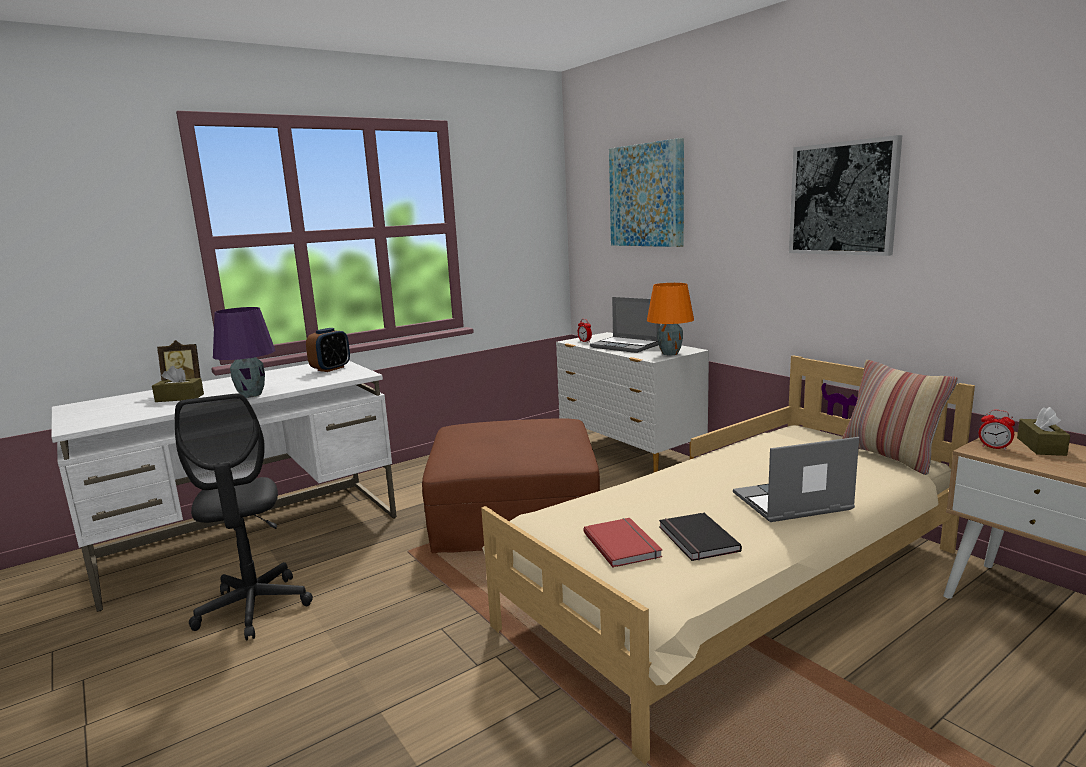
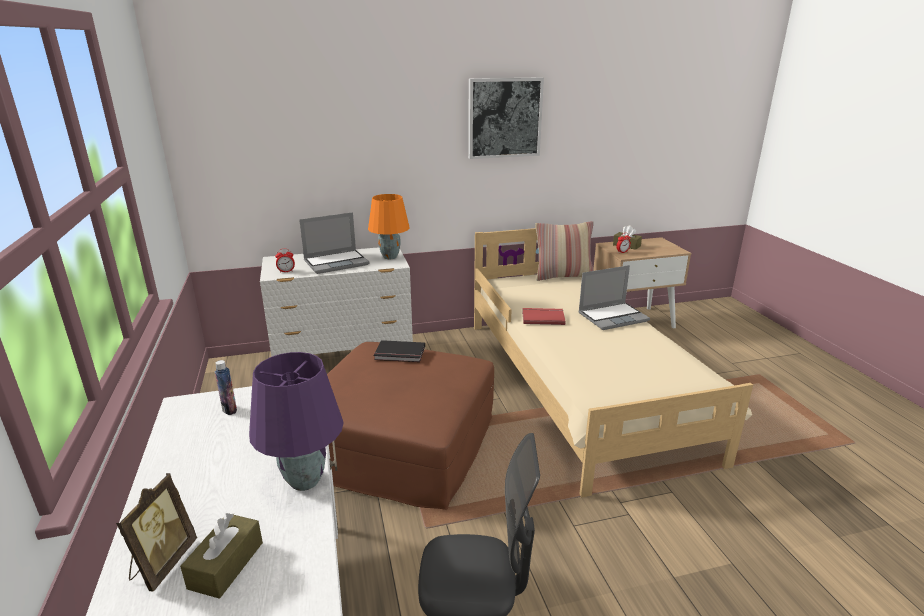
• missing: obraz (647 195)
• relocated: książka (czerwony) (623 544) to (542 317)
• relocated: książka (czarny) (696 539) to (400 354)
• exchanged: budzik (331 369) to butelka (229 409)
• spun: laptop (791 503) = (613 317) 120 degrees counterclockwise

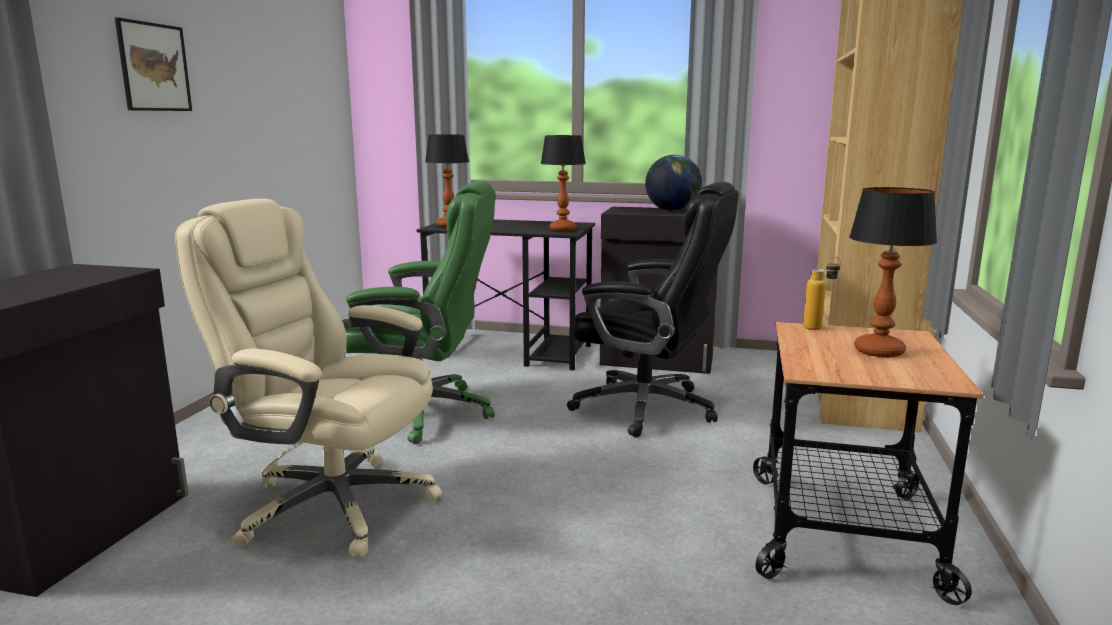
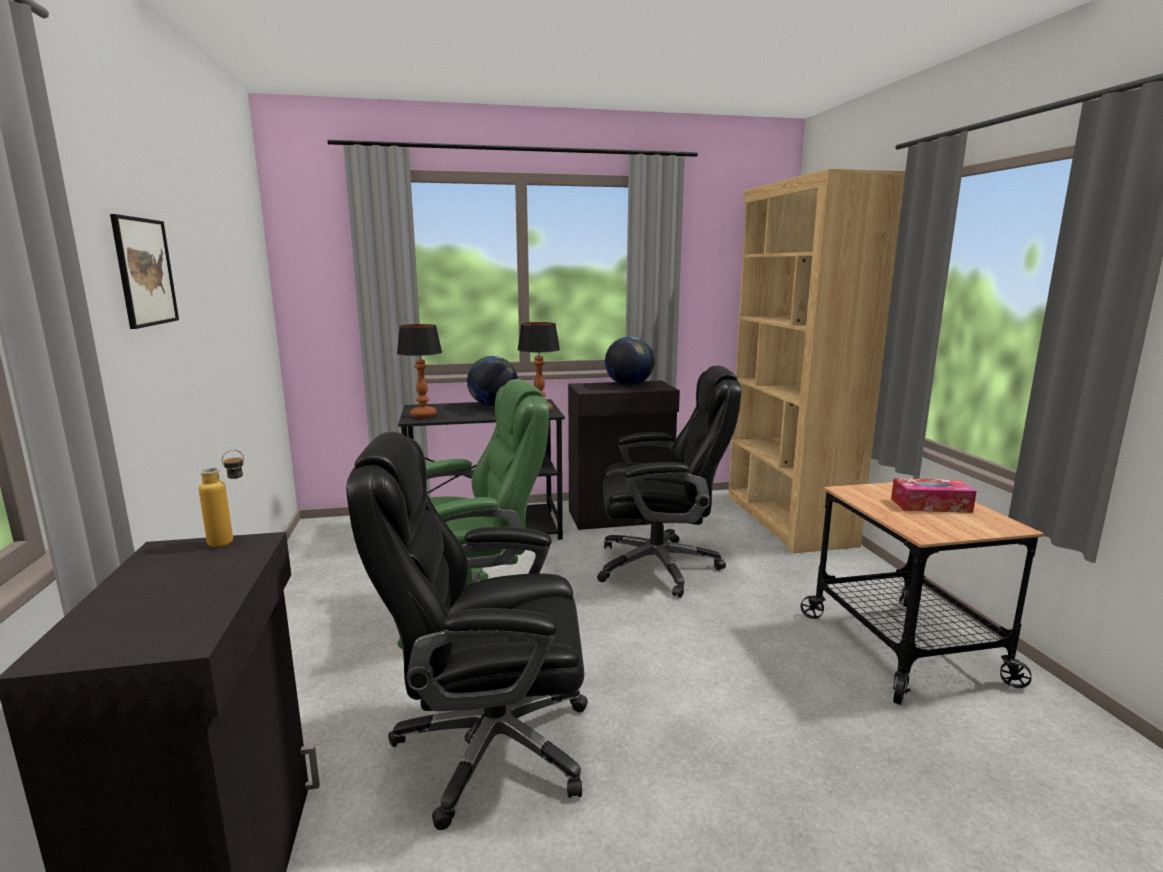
• appeared: globus (493 405)
• relocated: butelka (819 327) to (231 540)
• exchanged: lampa stołowa (878 351) to pudełko chusteczek (930 505)
• colour: krzesło biurowe (beżowy) (332 505) to krzesło biurowe (czarny) (488 746)

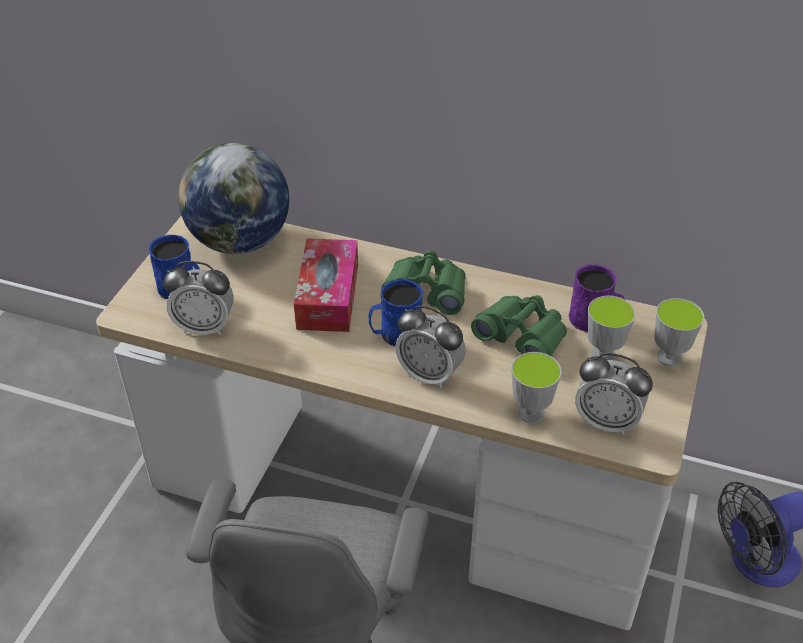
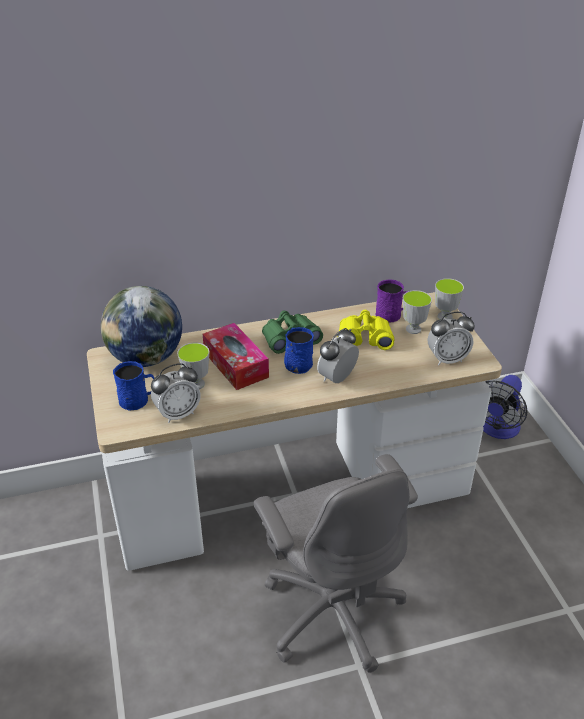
• relocated: filiżanka (530 413) to (196 384)
• colour: lornetka (zielony) (522 336) to lornetka (żółty) (364 338)
• spun: budzik (429 374) = (337 378) 135 degrees clockwise

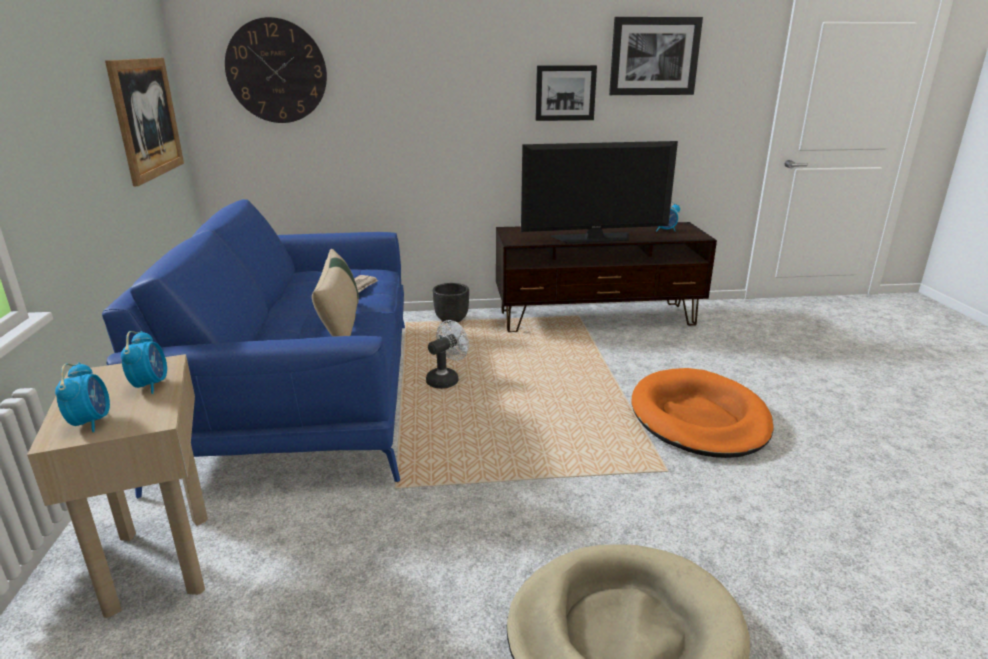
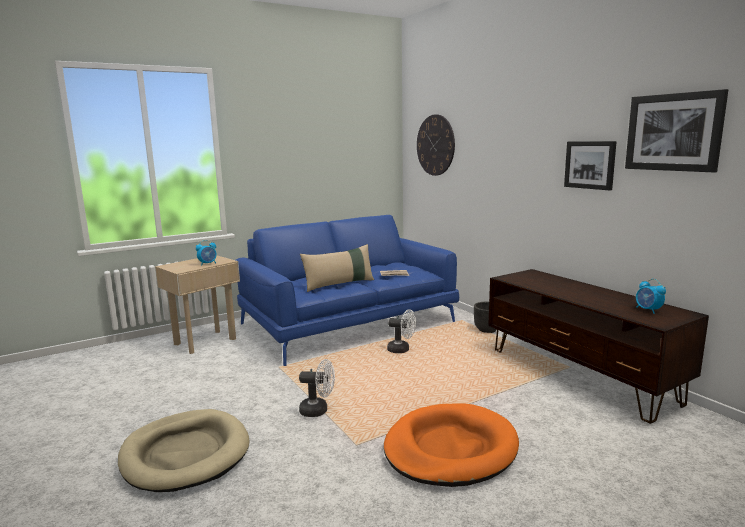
• missing: budzik (91 422)
• missing: obraz (147 118)
• missing: telewizor (594 238)
• appeared: wentylator (biały) (318 410)

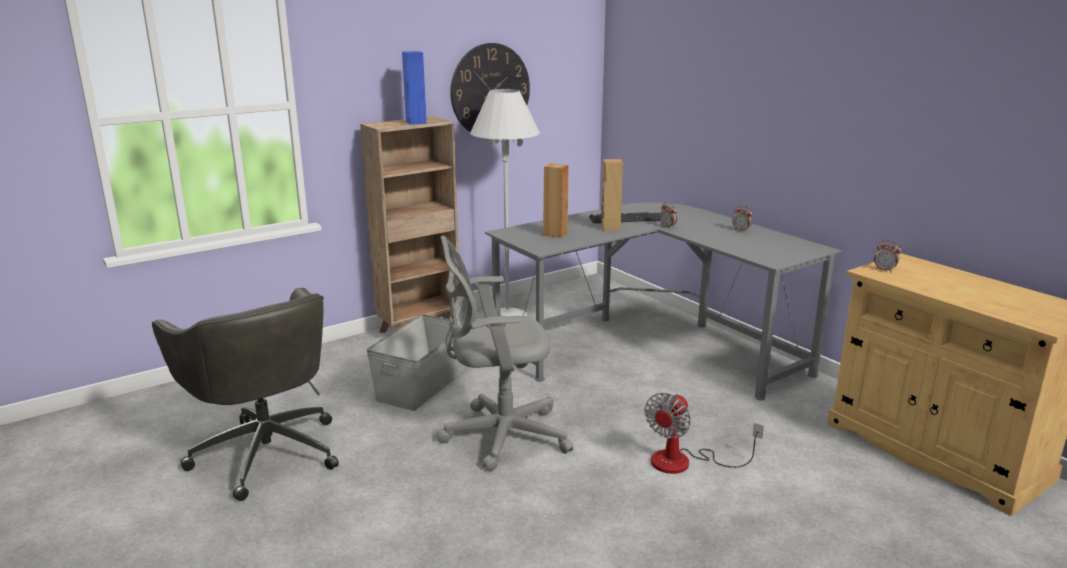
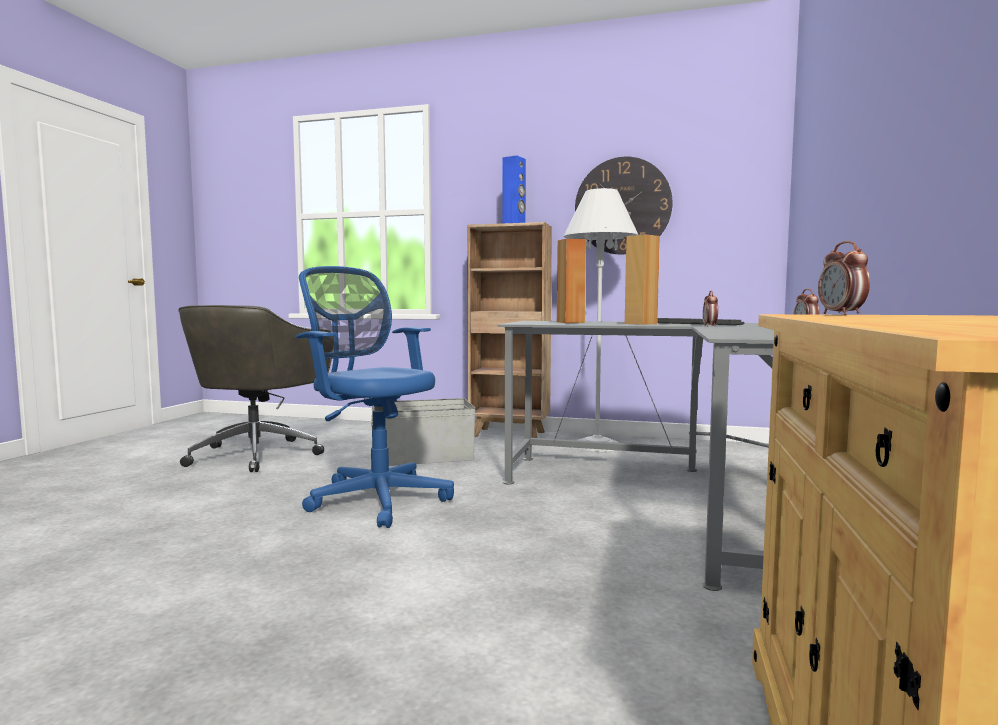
• missing: wentylator (684 462)
• colour: krzesło biurowe (szary) (499 436) to krzesło biurowe (niebieski) (375 498)

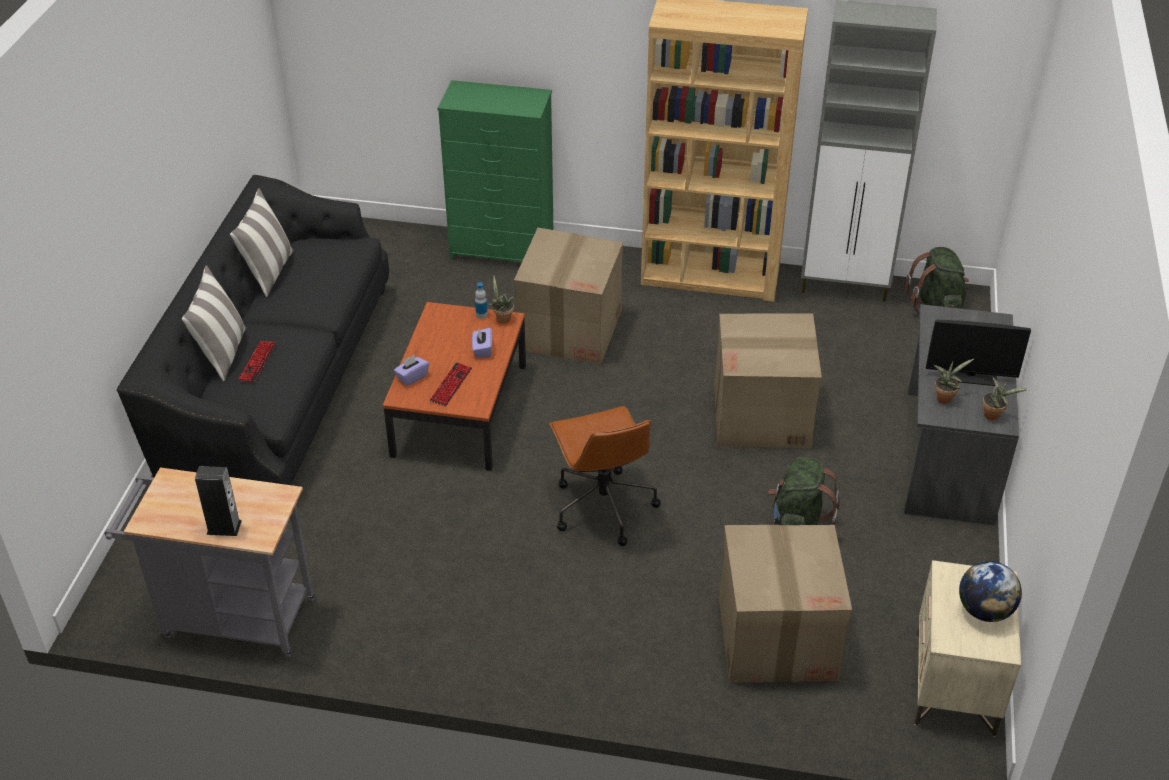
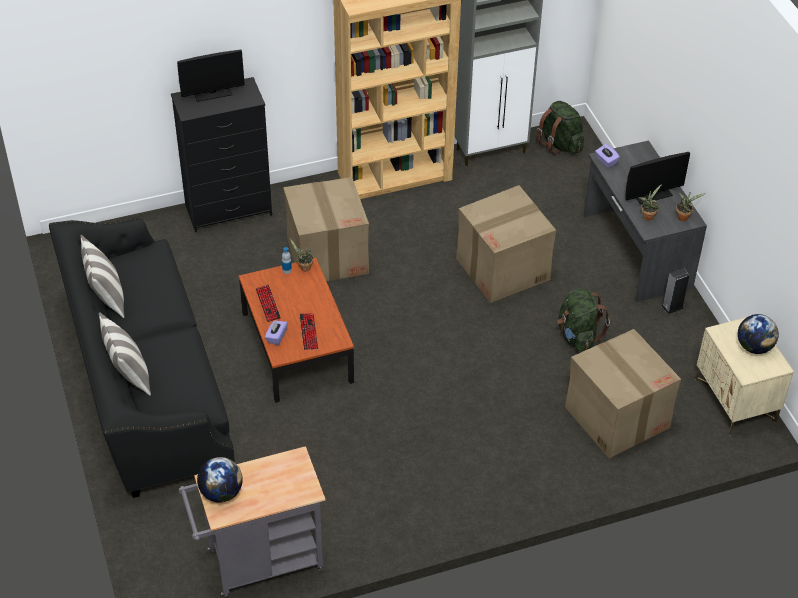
• missing: krzesło biurowe (brązowy) (602 506)
• appeared: monitor (212 93)
• appeared: globus (221 493)
• relocated: głośnik (224 527) to (672 307)
• relocated: klawiatura (257 363) to (268 304)
• relocated: pudełko chusteczek (fioletowy) (482 350) to (606 161)
• colour: komoda (zielony) (503 250) to komoda (czarny) (229 209)

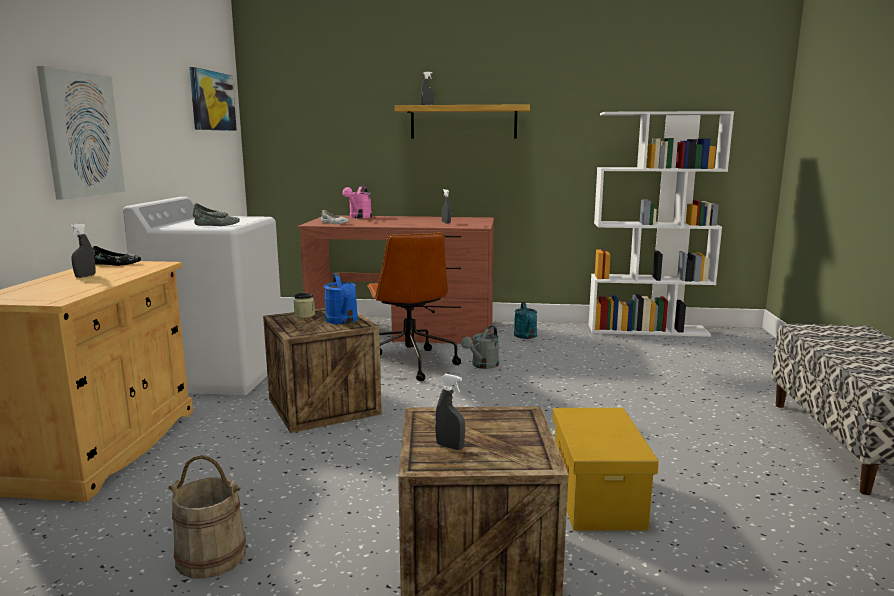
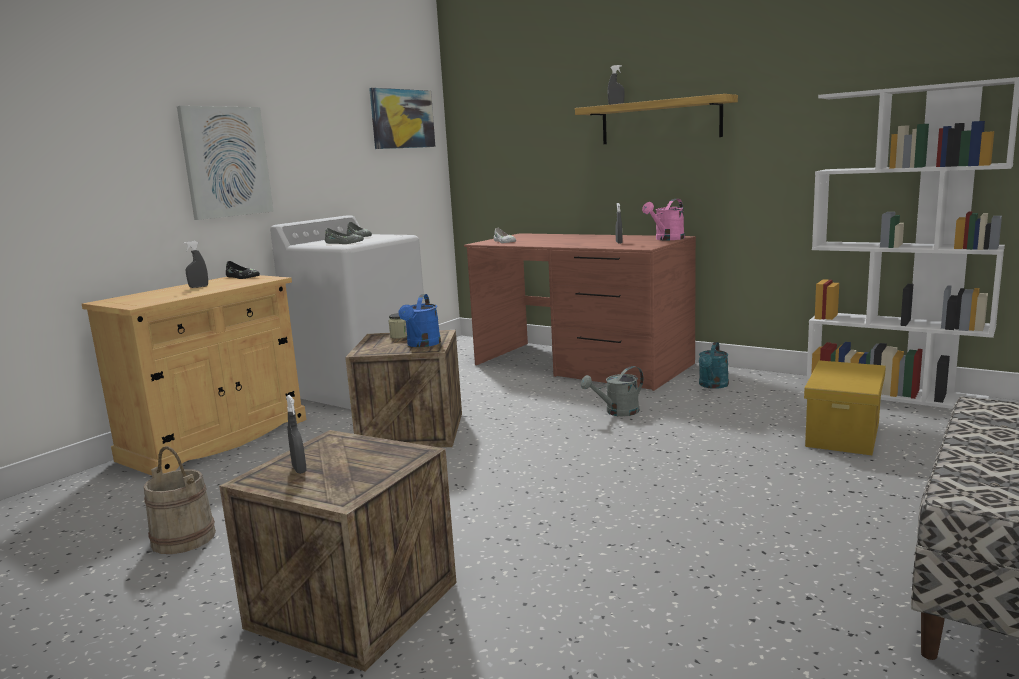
• missing: krzesło biurowe (brązowy) (409 364)
• relocated: konewka (różowy) (359 217) to (666 239)
• relocated: pojemnik do przechowywania (żółty) (598 498) to (843 434)

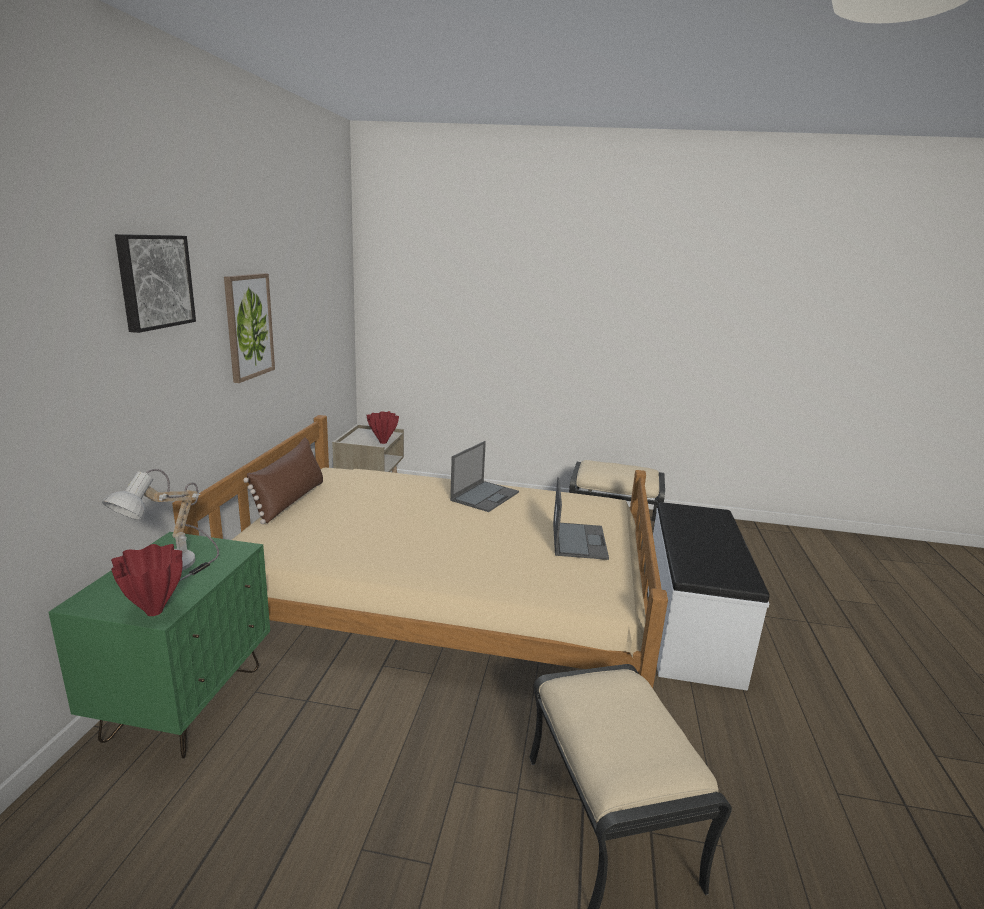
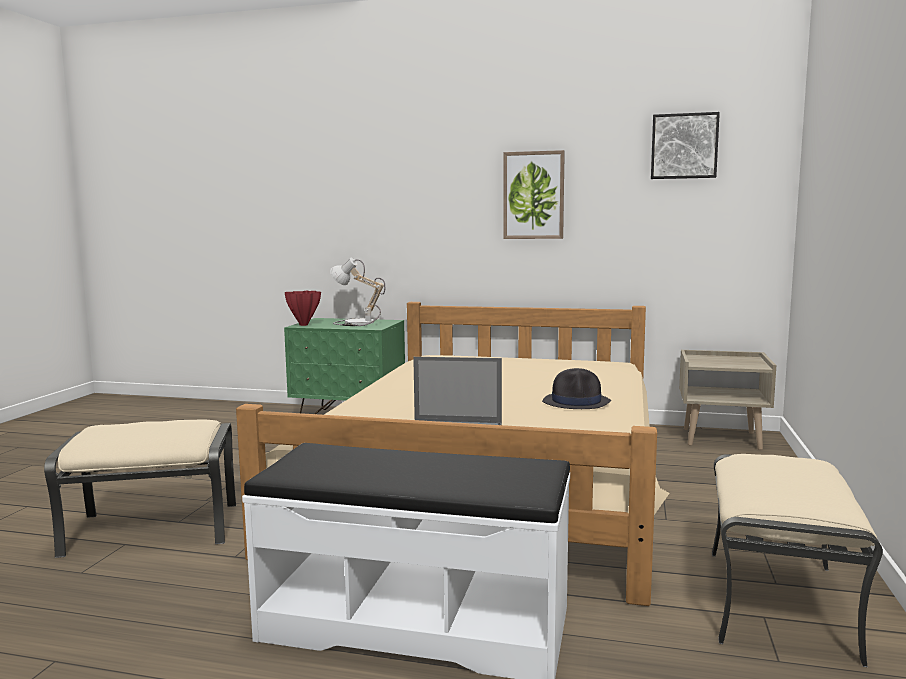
• missing: poduszka (brązowy) (290 500)
• missing: wazon (czerwony) (382 442)
• relocated: obraz (154 281) to (684 146)
• exchanged: laptop (485 496) to kapelusz (czarny) (577 402)

